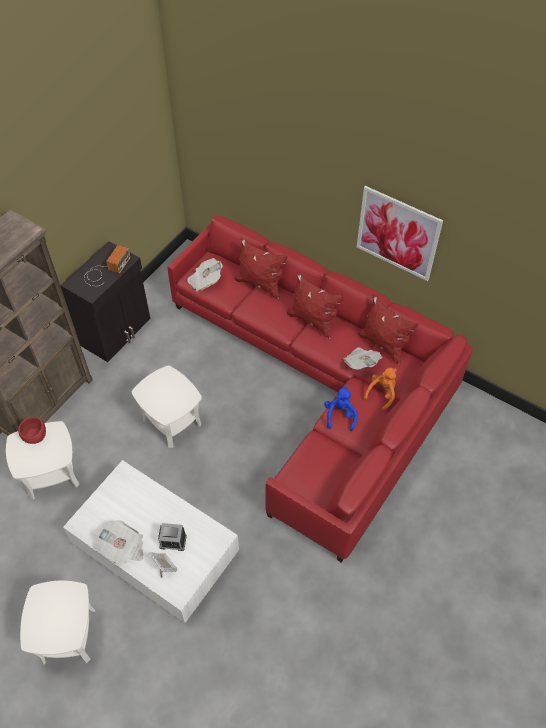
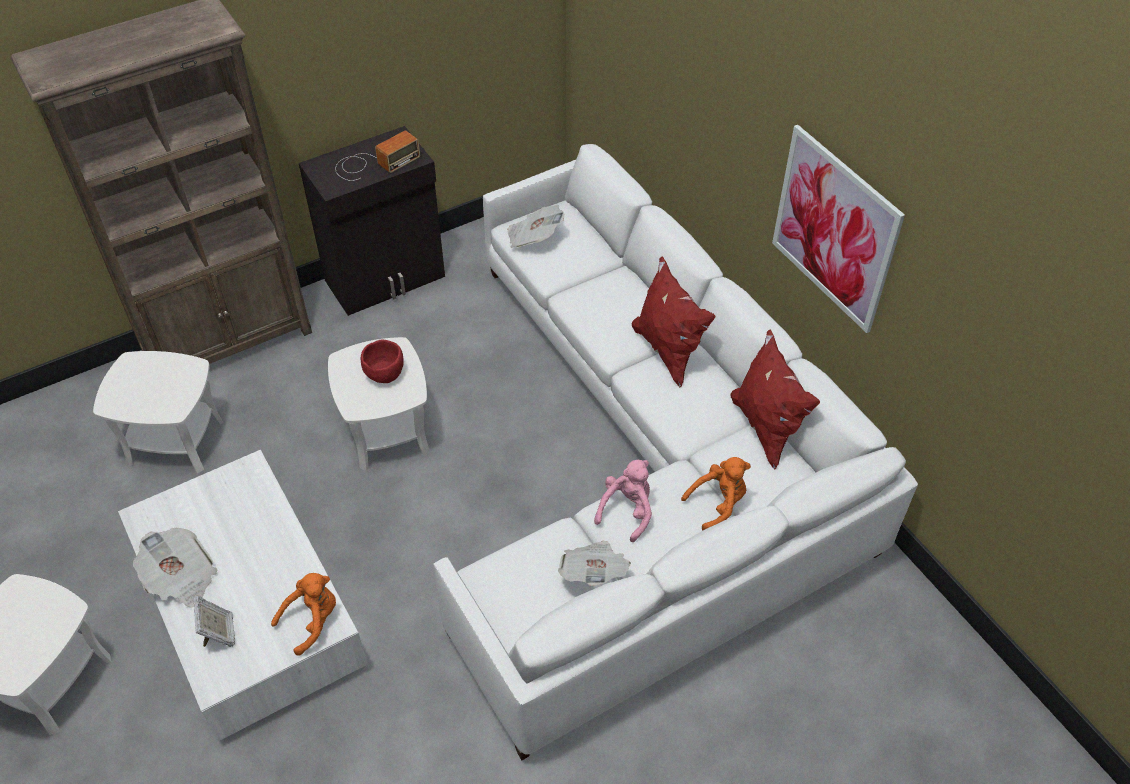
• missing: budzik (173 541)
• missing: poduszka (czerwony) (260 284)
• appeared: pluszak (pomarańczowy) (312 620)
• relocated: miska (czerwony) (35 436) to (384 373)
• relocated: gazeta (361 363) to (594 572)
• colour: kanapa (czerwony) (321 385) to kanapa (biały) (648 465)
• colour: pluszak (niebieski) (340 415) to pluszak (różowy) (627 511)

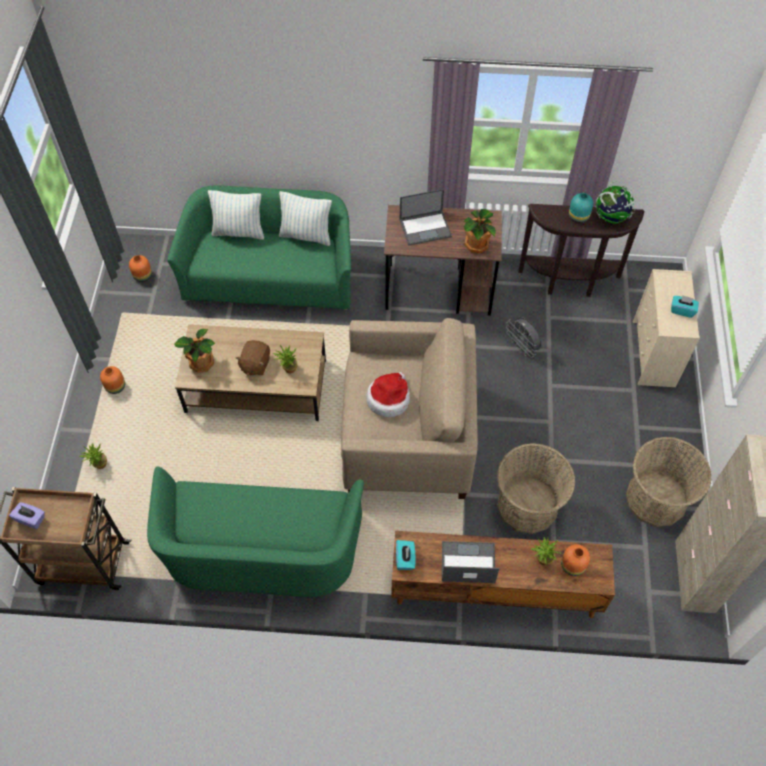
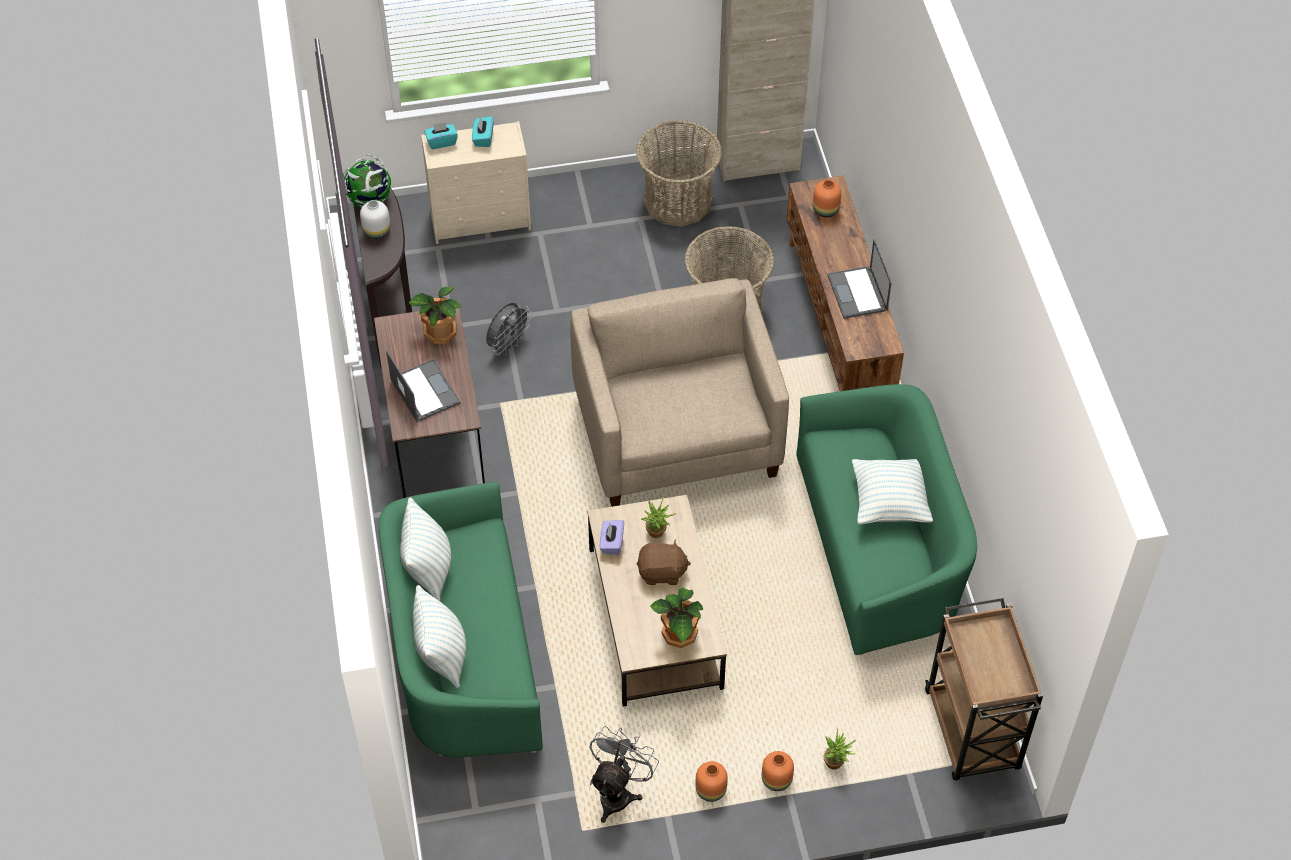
• missing: kapelusz (388 398)
• missing: roślina doniczkowa (541 560)
• appeared: wentylator (szary) (618 792)
• appeared: poduszka (889 503)
• relocated: pudełko chusteczek (fioletowy) (31 519) to (611 543)
• relocated: wazon (pomarańczowy) (143 276) to (776 779)
• relocated: pudełko chusteczek (turkusowy) (405 559) to (441 142)
• colour: wazon (turkusowy) (578 216) to wazon (biały) (376 232)

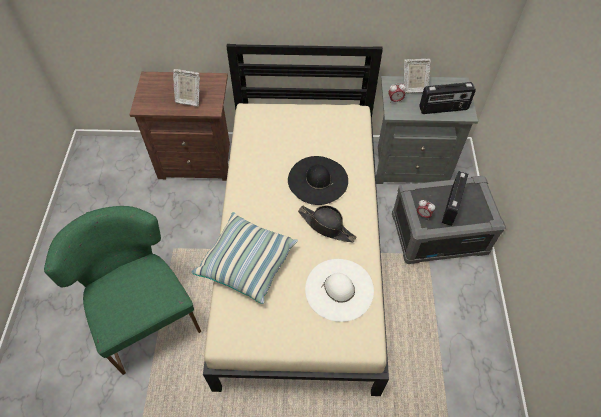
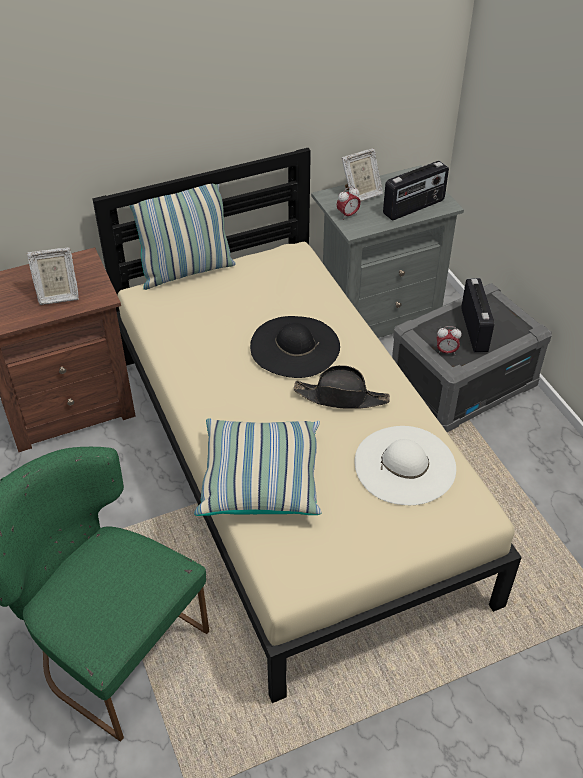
• appeared: poduszka (186 271)

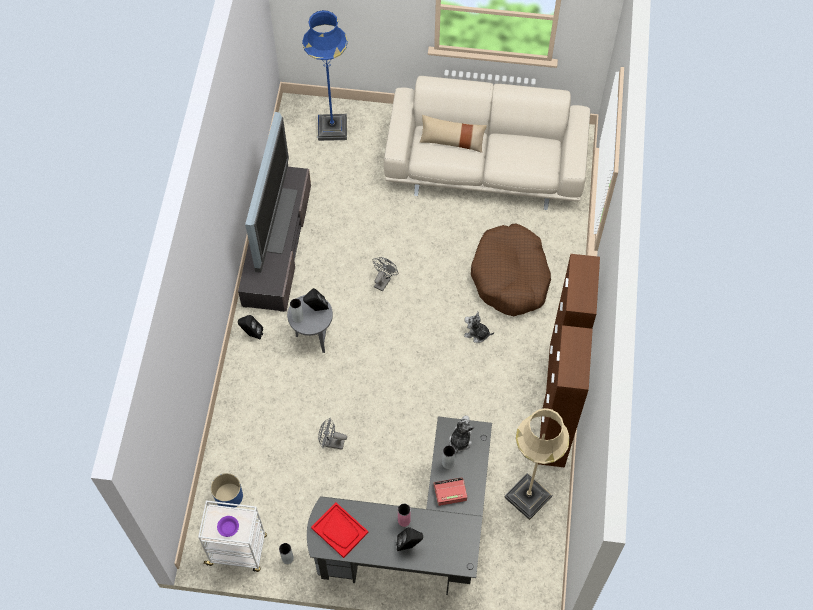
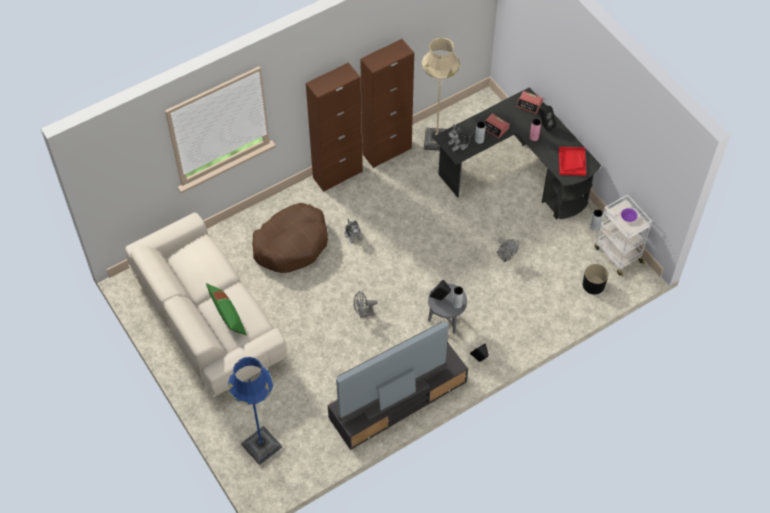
• appeared: budzik (529 104)
• colour: donica (niebieski) (228 496) to donica (czarny) (593 285)
• colour: poduszka (beżowy) (452 141) to poduszka (zielony) (227 315)

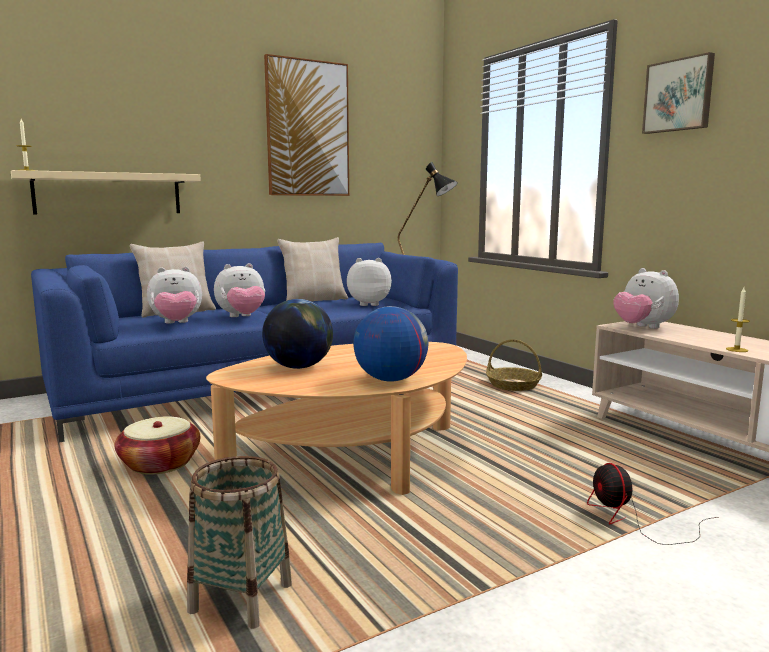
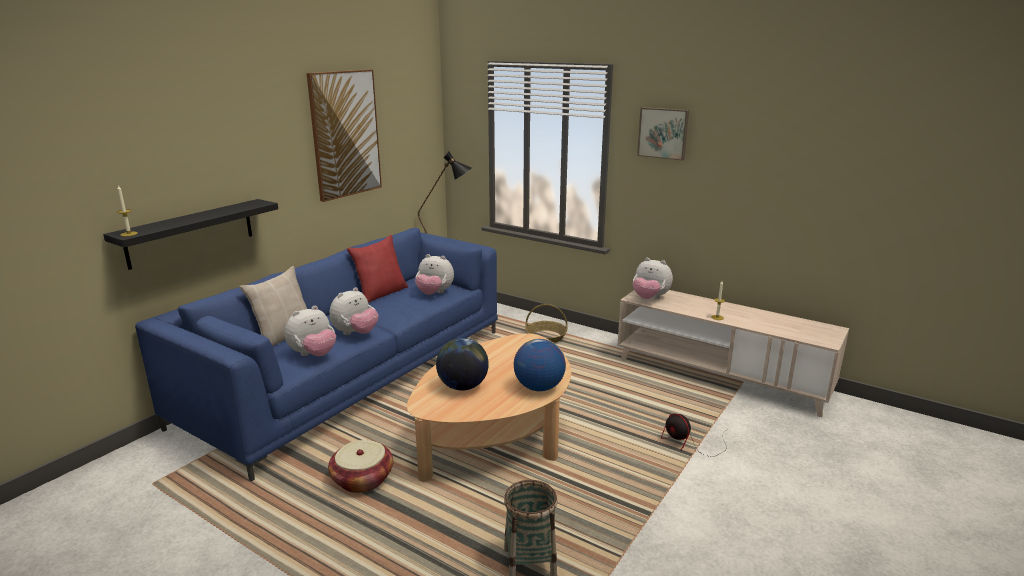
• colour: półka (beżowy) (108 193) to półka (czarny) (191 233)
• colour: poduszka (beżowy) (314 300) to poduszka (czerwony) (381 293)
• spun: pluszak (369 304) = (434 293) 135 degrees counterclockwise

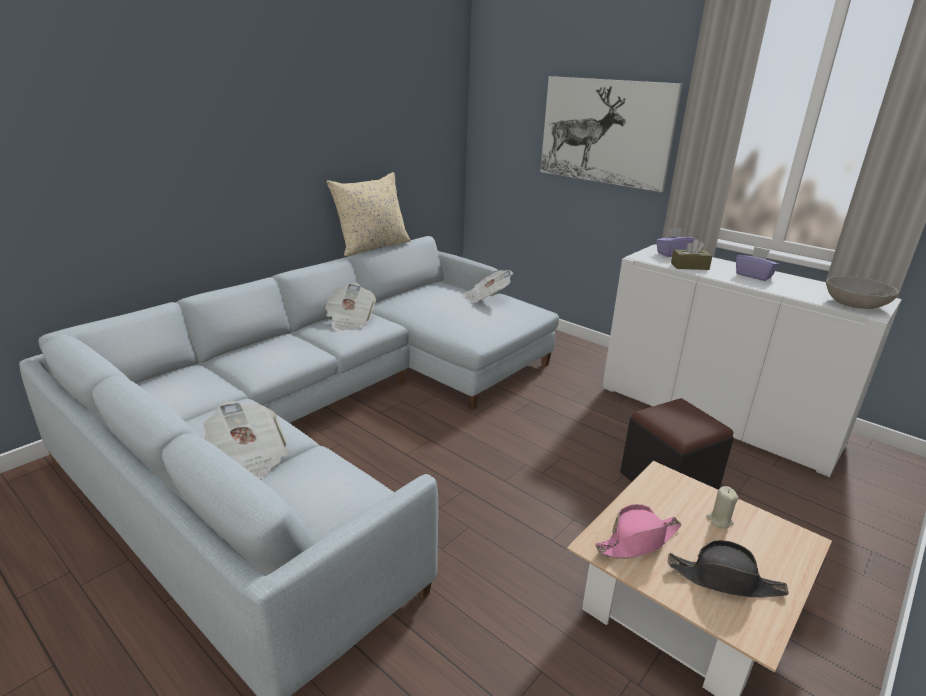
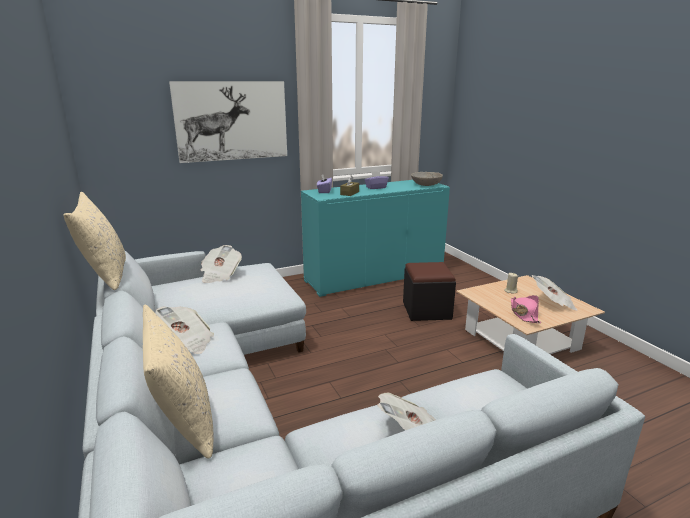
• appeared: poduszka (beżowy) (183 421)
• exchanged: kapelusz (czarny) (725 580) to gazeta (553 303)
• colour: szafka (biały) (716 415) to szafka (turkusowy) (374 277)

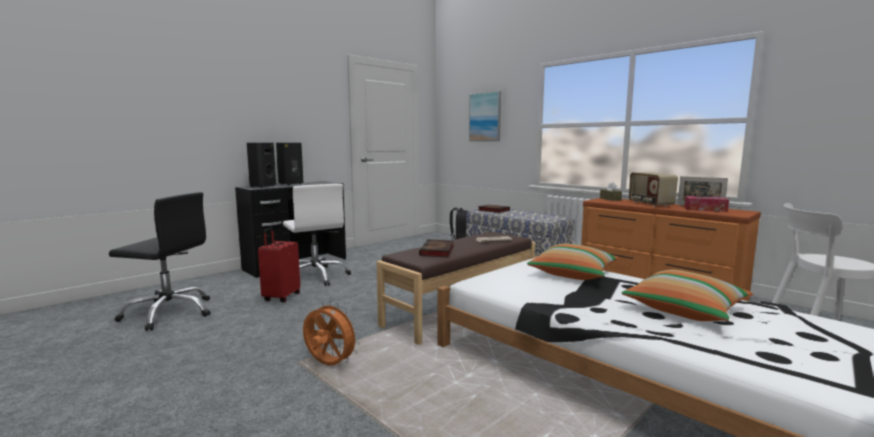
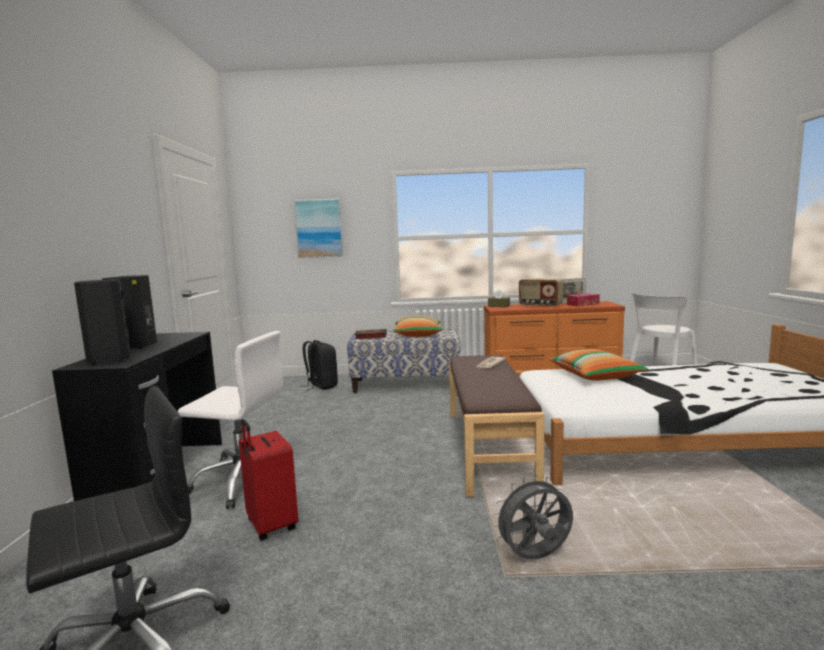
• missing: książka (437 251)
• relocated: poduszka (685 310) to (418 335)
• colour: wentylator (pomarańczowy) (329 365) to wentylator (szary) (535 558)

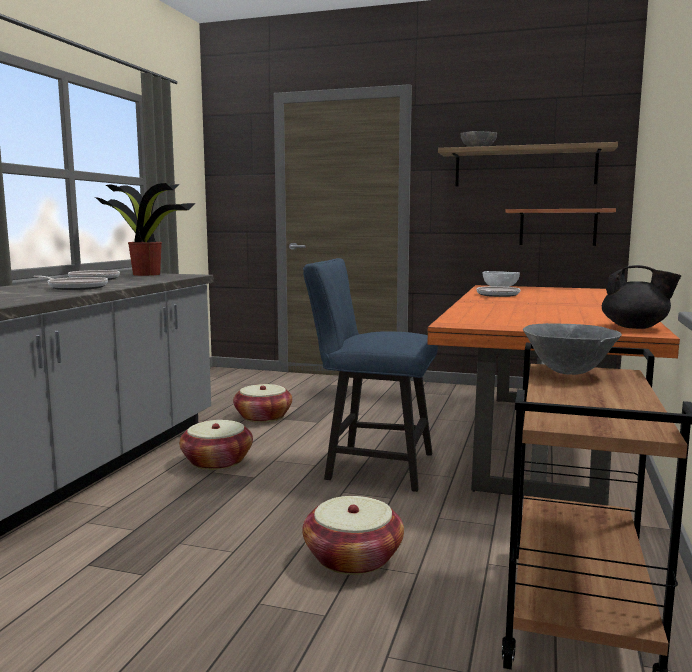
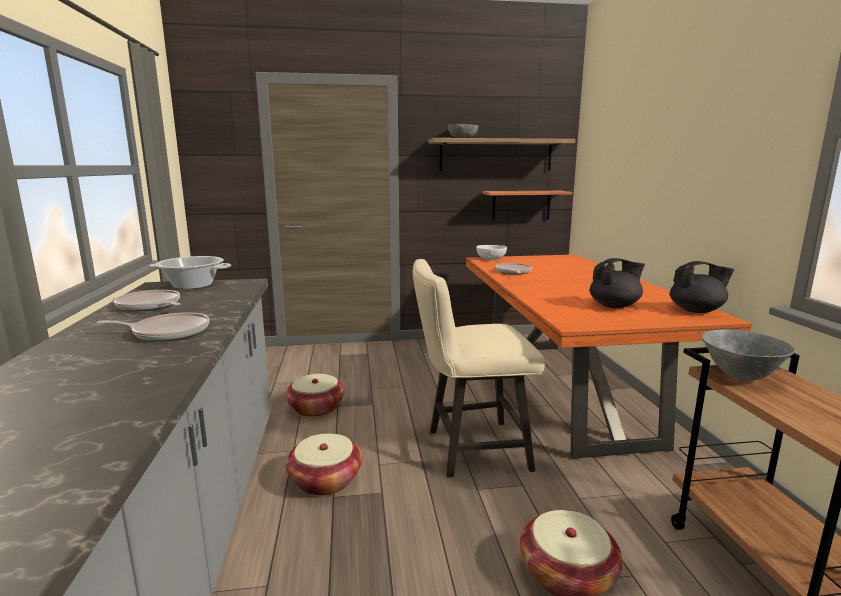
• appeared: imbryk (czarny) (615 306)
• exchanged: roślina doniczkowa (147 274) to garnek (192 285)
• colour: krzesło (niebieski) (371 466) to krzesło (beżowy) (469 450)

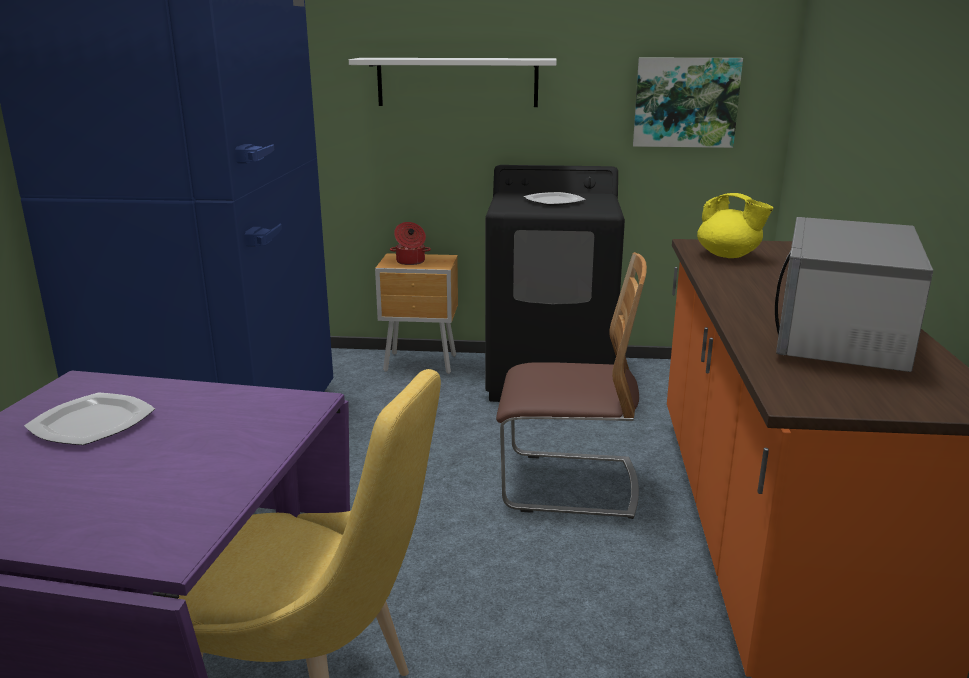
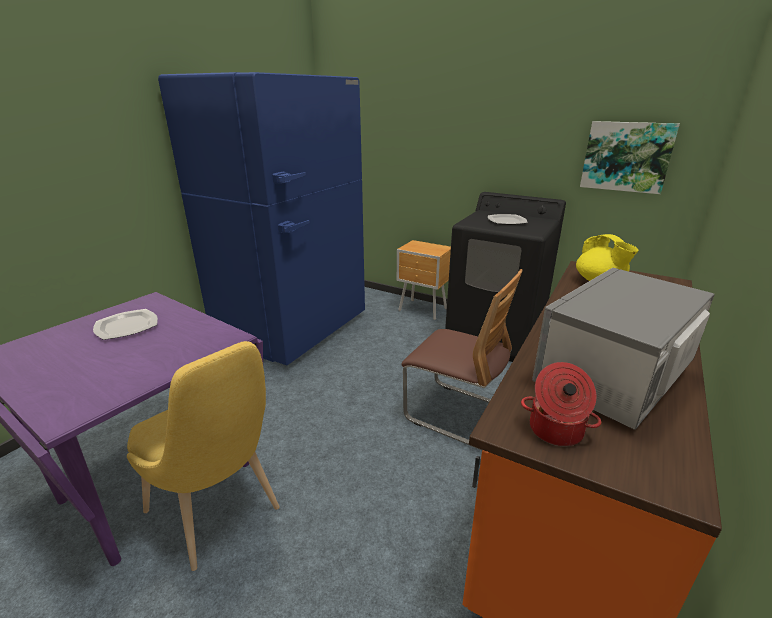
• missing: półka (biały) (457 82)
• relocated: garnek (410 262) to (555 431)

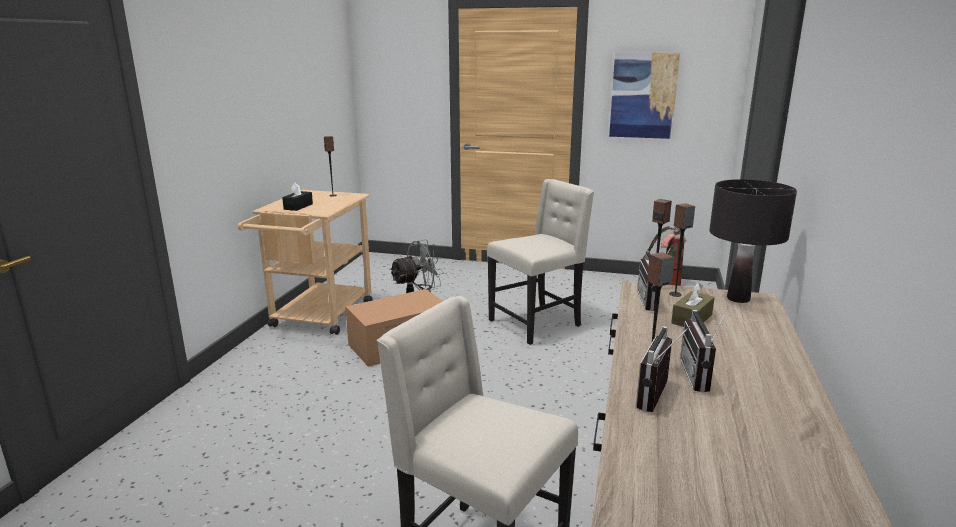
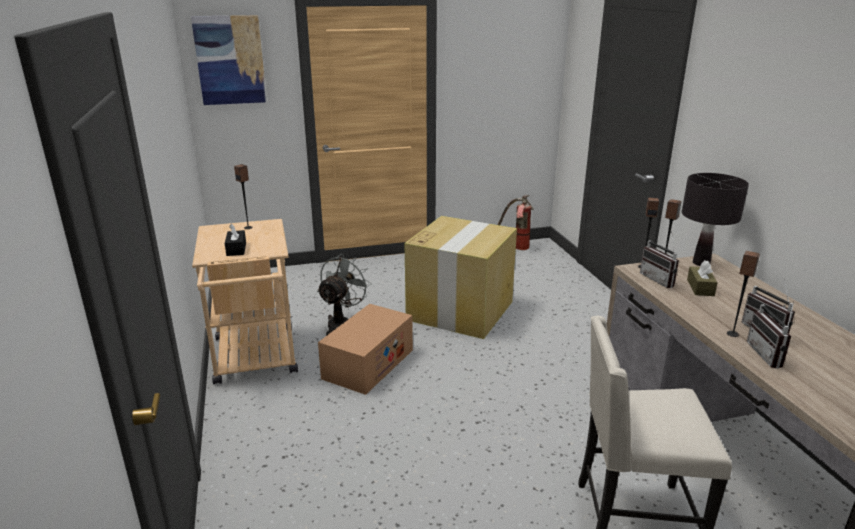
• relocated: obraz (643 95) to (230 60)
• exchanged: krzesło (beżowy) (536 323) to karton (461 310)

